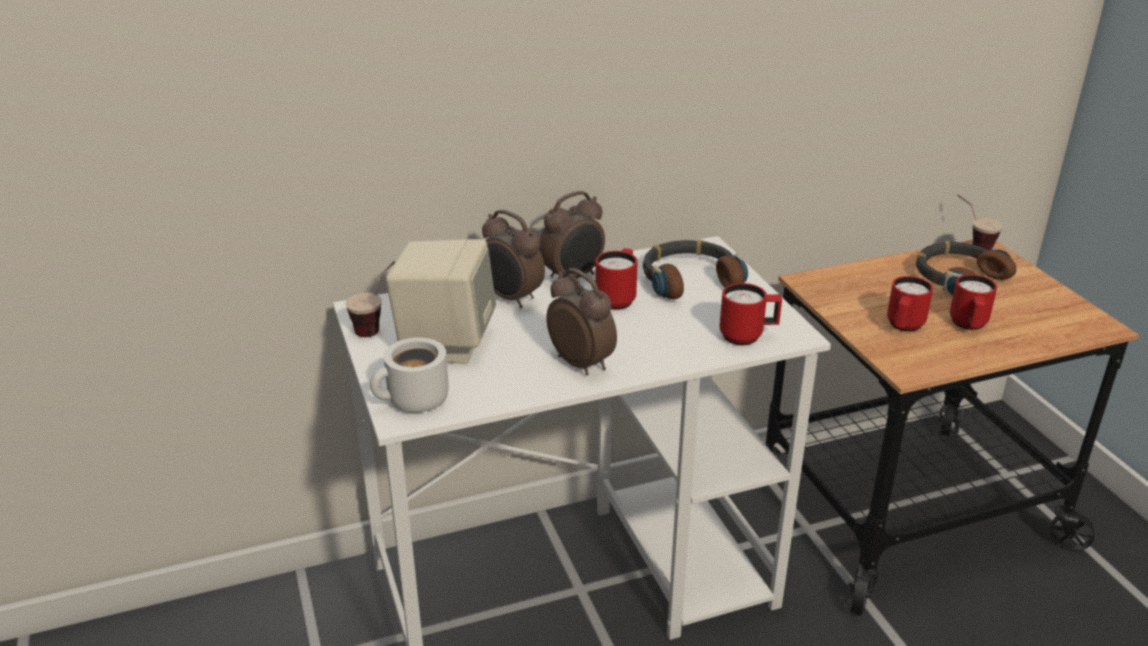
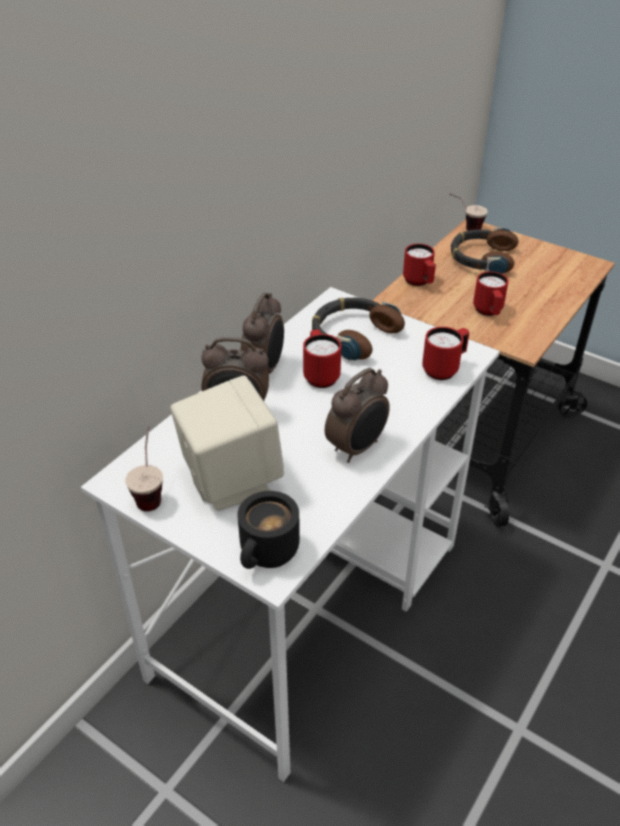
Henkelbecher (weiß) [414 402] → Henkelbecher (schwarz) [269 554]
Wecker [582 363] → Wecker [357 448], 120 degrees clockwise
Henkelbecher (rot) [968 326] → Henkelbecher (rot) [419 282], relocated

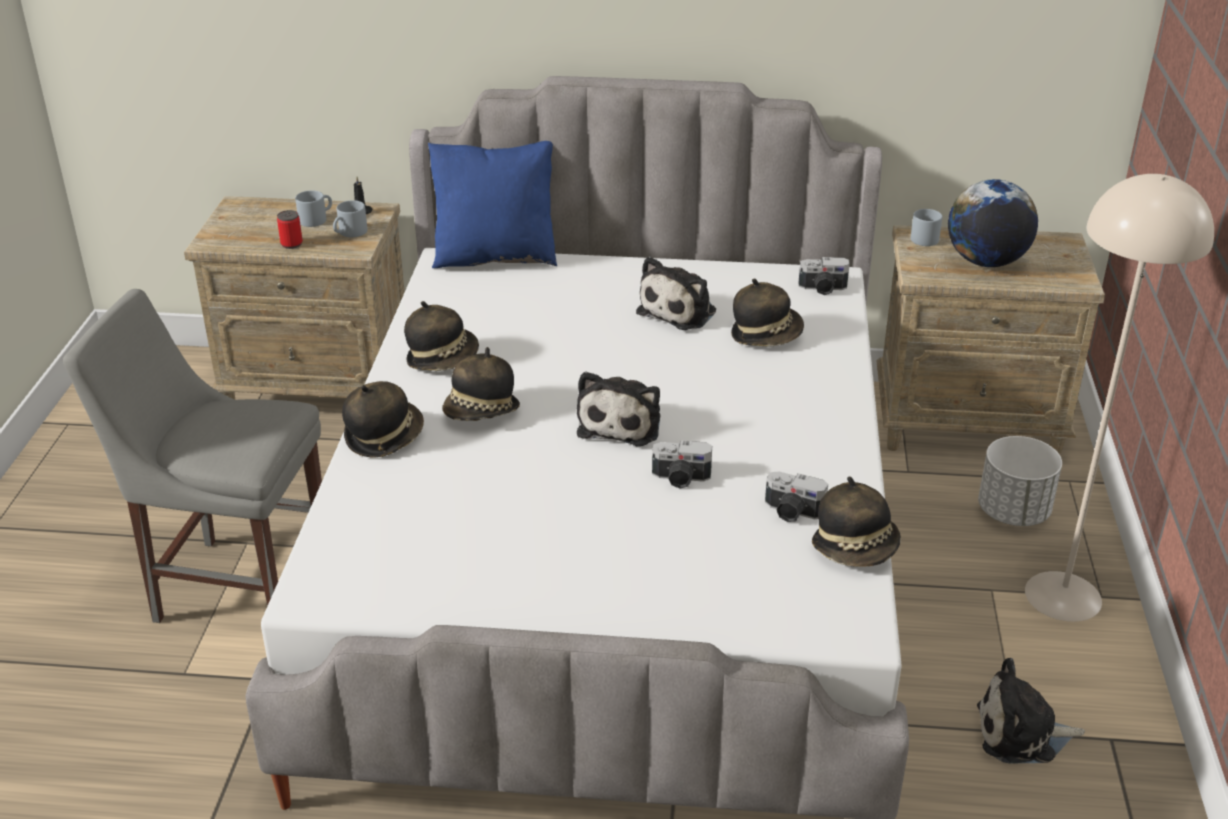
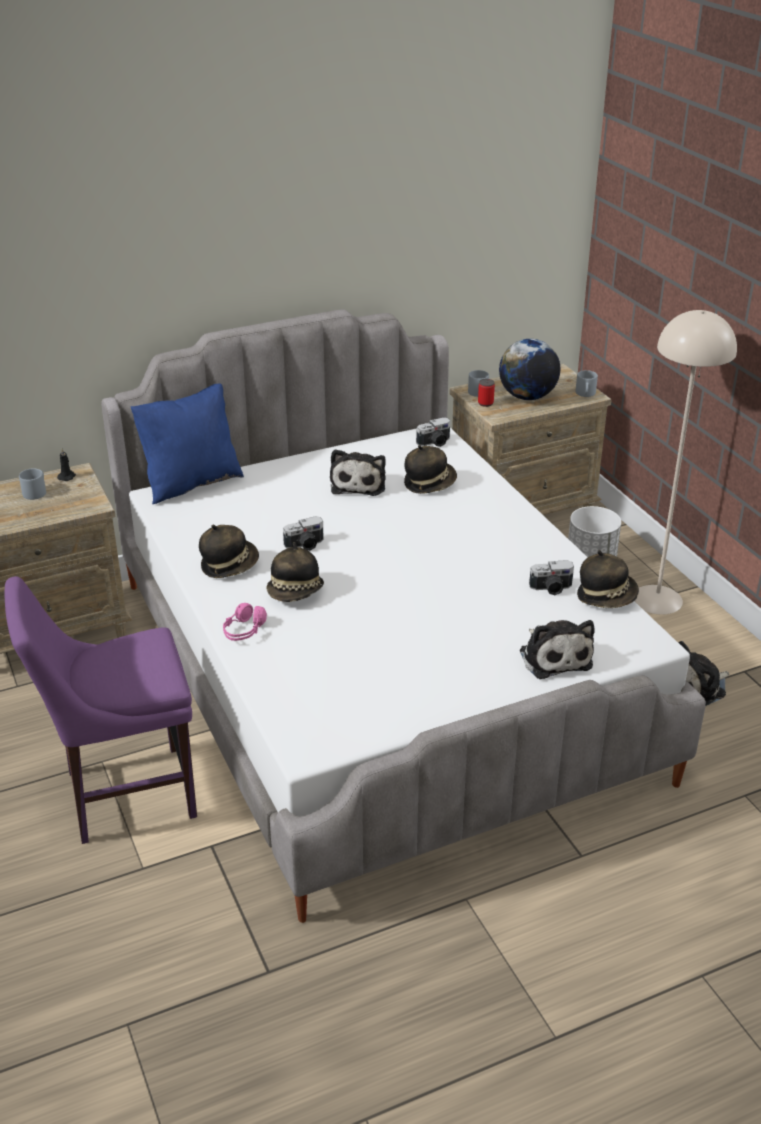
Stuhl (grau) [235 586] → Stuhl (lila) [123 794]
Hut [384 436] → Kopfhörer (rosa) [244 631]
Kamera [680 479] → Kamera [305 545], relocated
Dose [291 244] → Dose [485 403], relocated
Plüschtier [621 423] → Plüschtier [554 657], relocated
Henkelbecher (grau) [350 233] → Henkelbecher (grau) [586 394], relocated

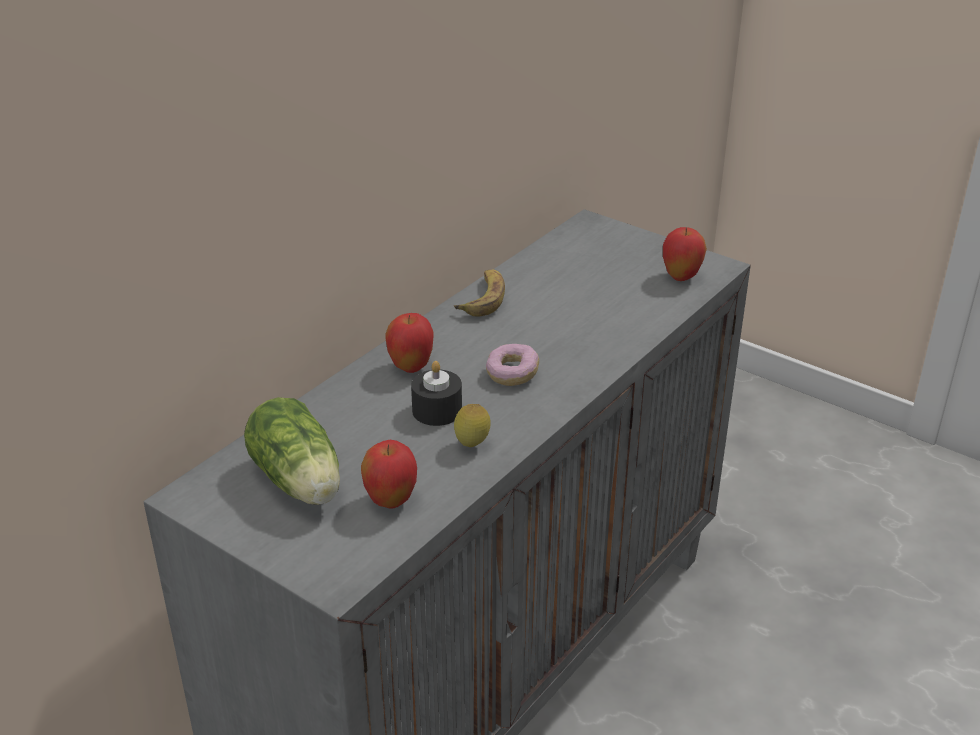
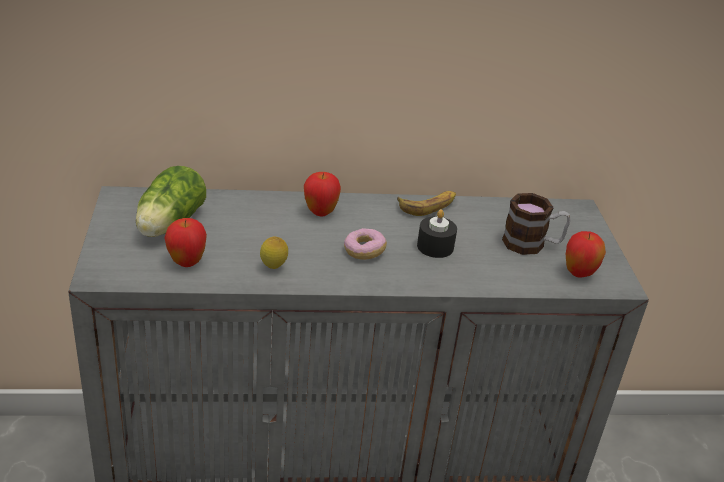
Kerze (schwarz) [437 410] → Kerze (schwarz) [435 247], relocated
- → Henkelbecher [532 244]

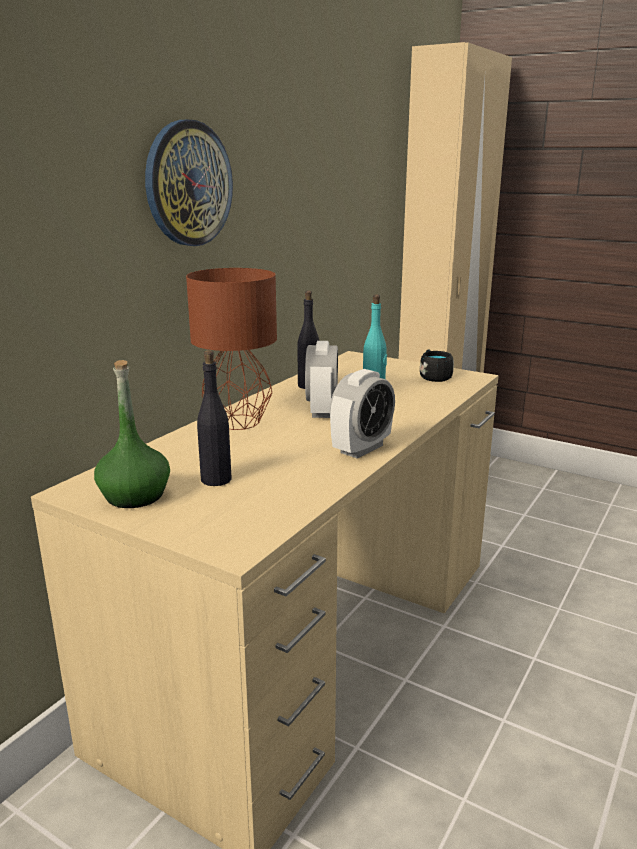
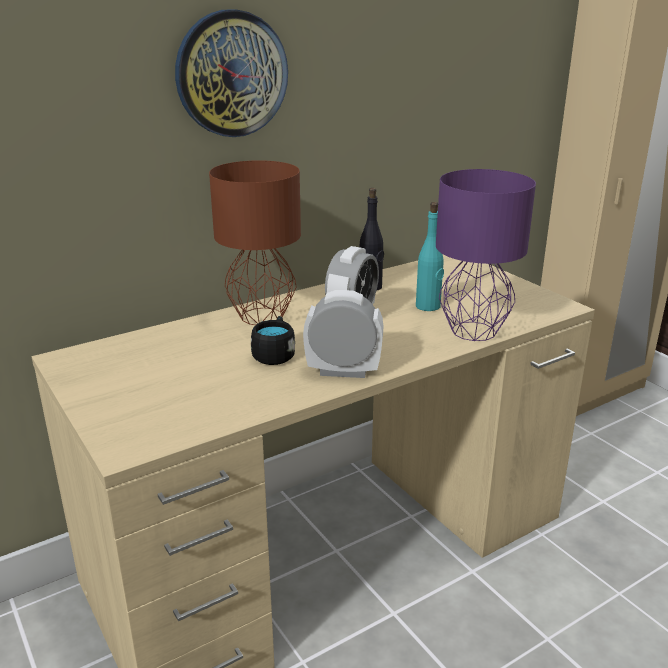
Henkelbecher (schwarz) [433 376] → Henkelbecher (schwarz) [275 354], relocated
Wecker [361 449] → Wecker [343 371], 150 degrees counterclockwise
- → Tischlampe (lila) [474 330]
Flasche (grün) [135 496] → -
Flasche (schwarz) [215 479] → -

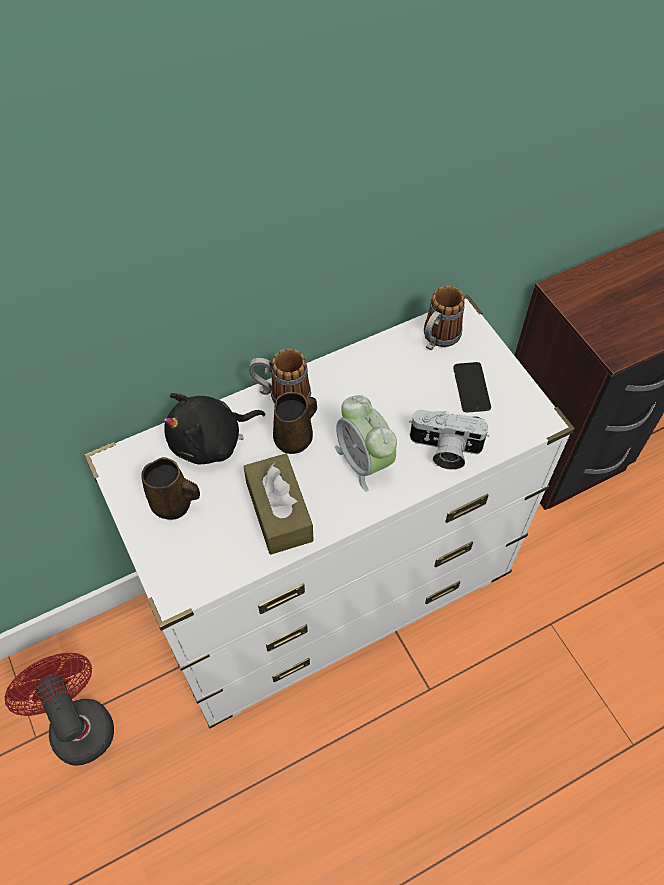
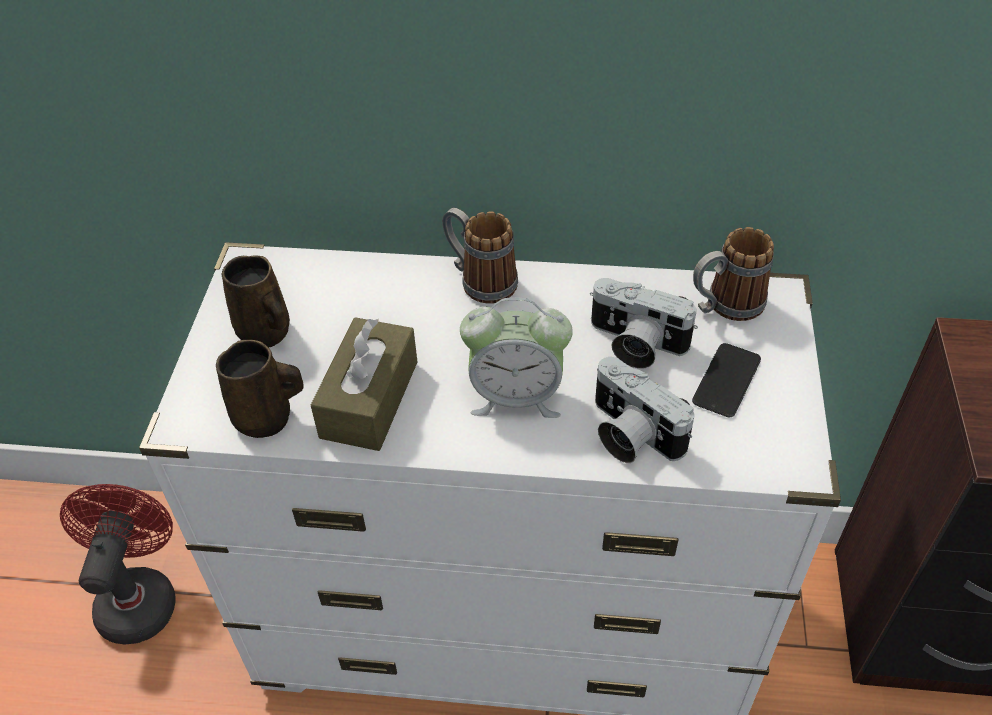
Henkelbecher (braun) [295 438] → Henkelbecher (braun) [267 419], relocated
Wecker [364 461] → Wecker [516 396], 90 degrees counterclockwise
- → Kamera [634 344]
Plüschtier (schwarz) [211 441] → -

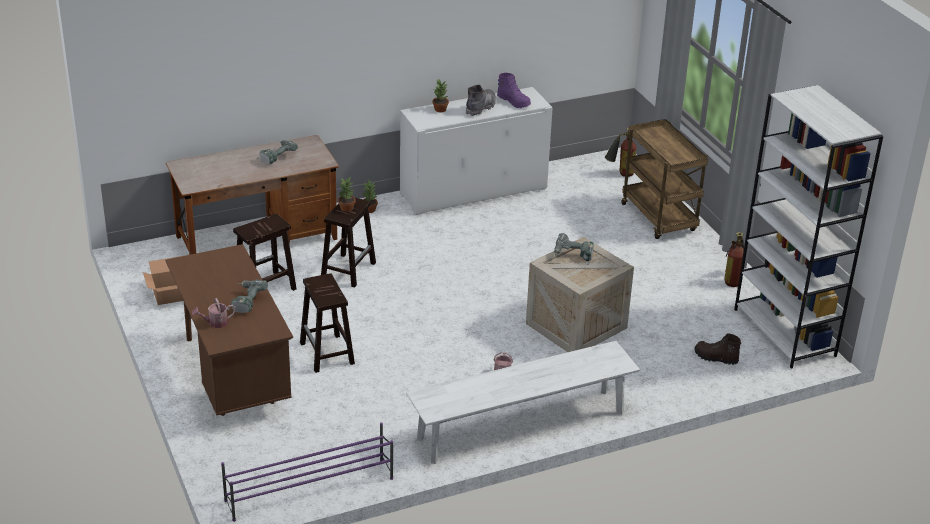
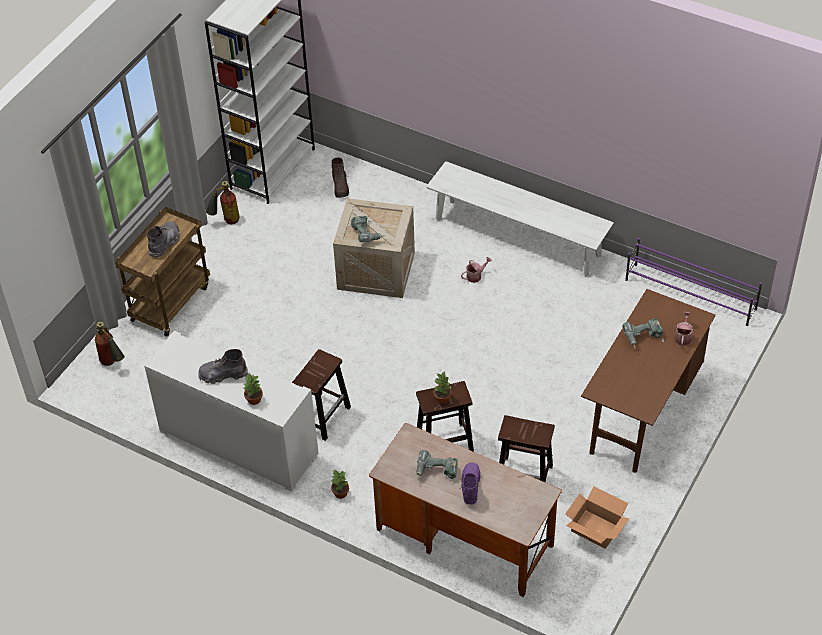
- → Stiefel (grau) [164 243]
Hocker (braun) [327 354] → Hocker (braun) [322 415], relocated
Stiefel (lila) [514 102] → Stiefel (lila) [470 486], relocated
Gießkanne [215 323] → Gießkanne [683 337], 105 degrees counterclockwise

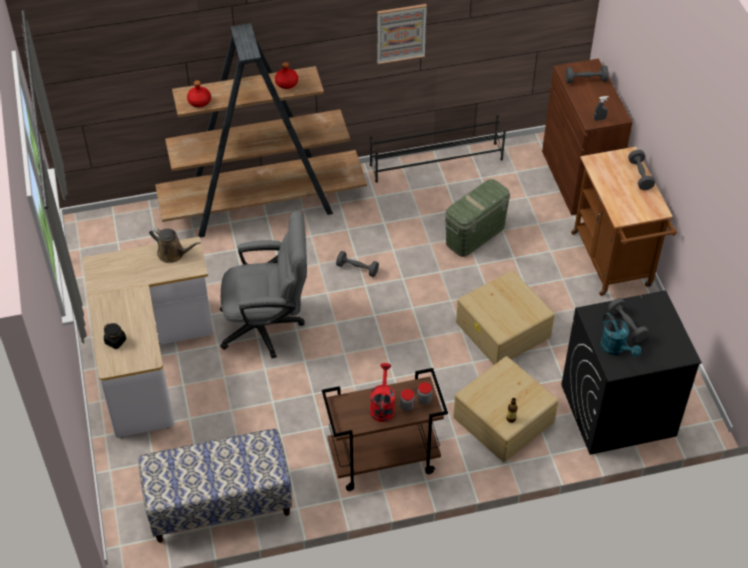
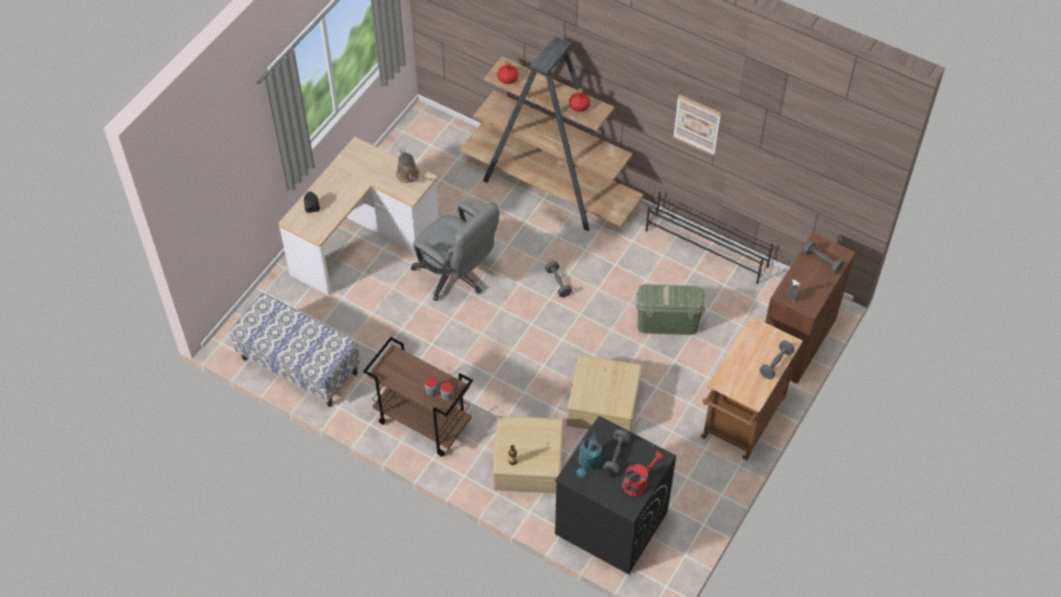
Gießkanne (rot) [382 406] → Gießkanne (rot) [638 482], relocated

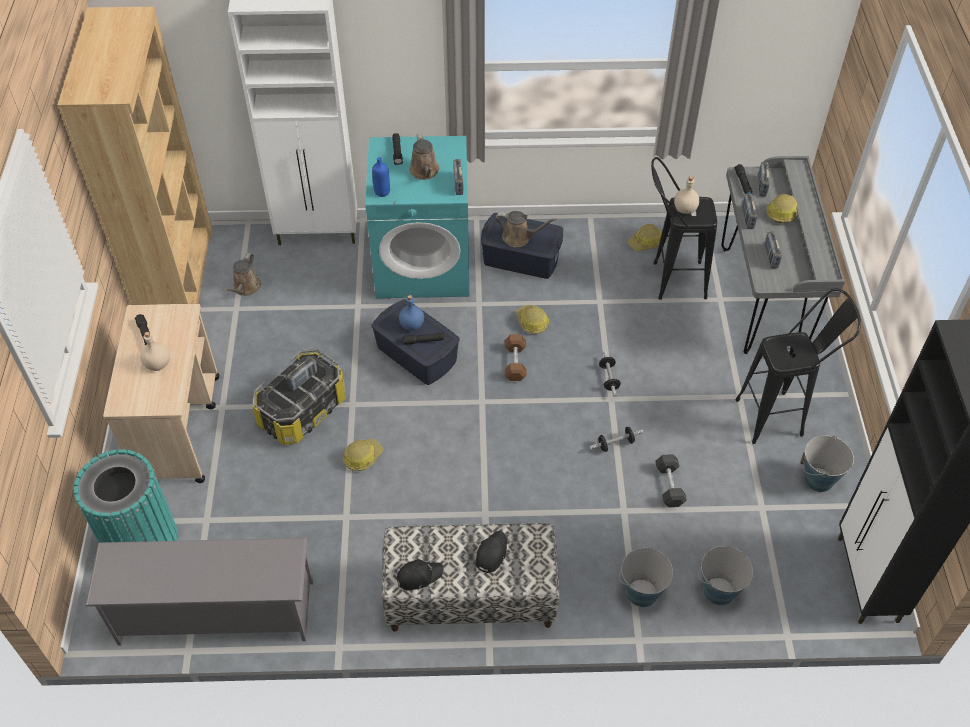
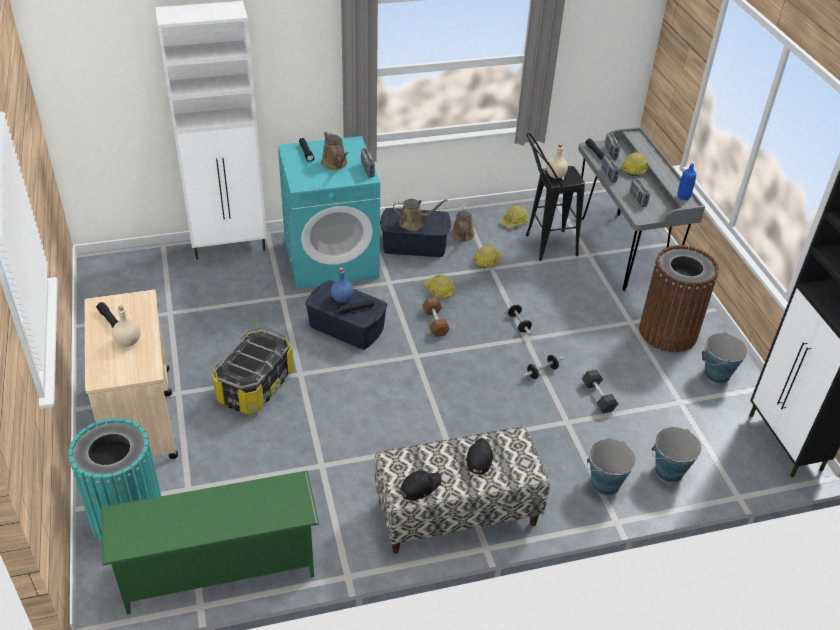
Schuhregal (grau) [215 613] → Schuhregal (grün) [218 568]
Gießkanne (braun) [245 288] → Gießkanne (braun) [463 236], relocated
Schutzhelm [362 457] → Schutzhelm [487 260], relocated
Hocker (schwarz) [780 416] → Mülleimer (braun) [668 332]
Flasche (blau) [382 192] → Flasche (blau) [683 196], relocated
Bücherregal (braun) [177 276] → -
Radio [303 380] → -

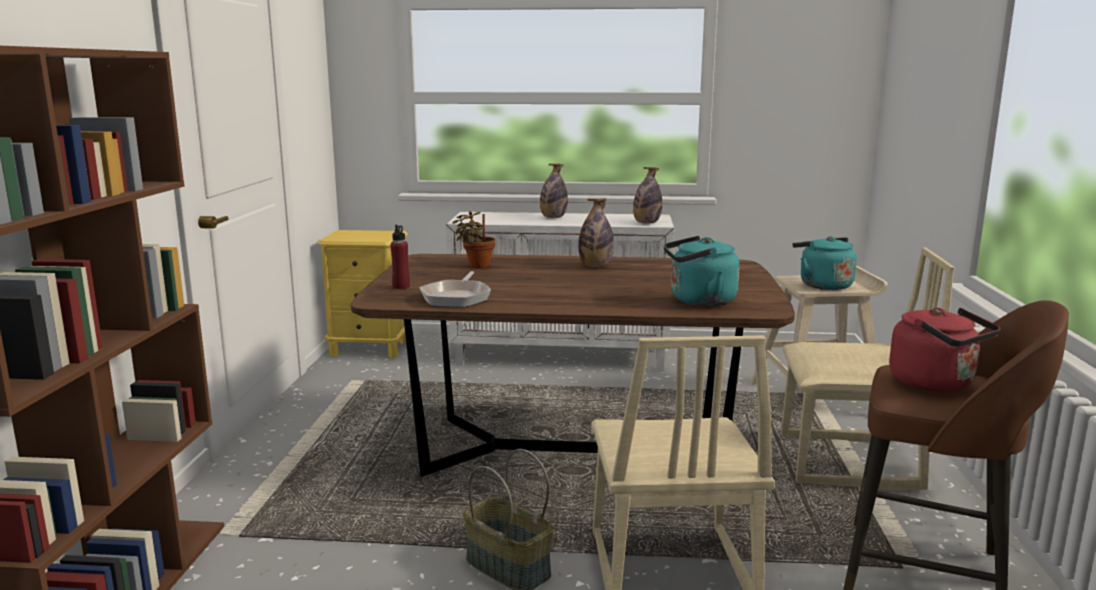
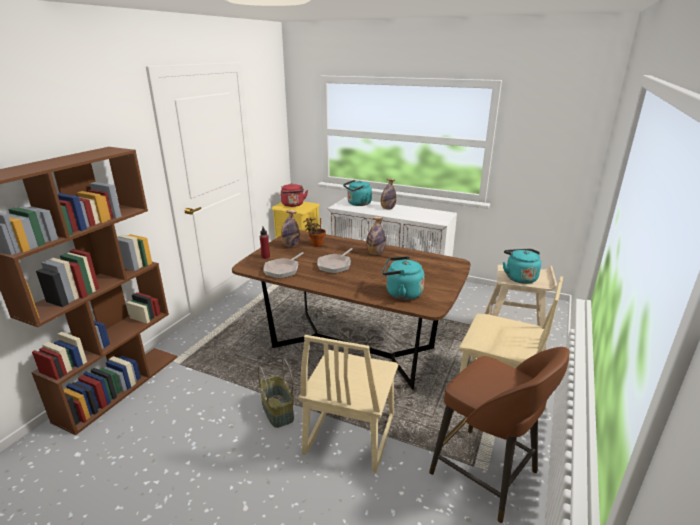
Wasserkessel (rot) [936 384] → Wasserkessel (rot) [293 205], relocated
Flasche [646 223] → Flasche [290 245], relocated
- → Pfanne [335 265]
- → Wasserkessel (türkis) [358 204]

